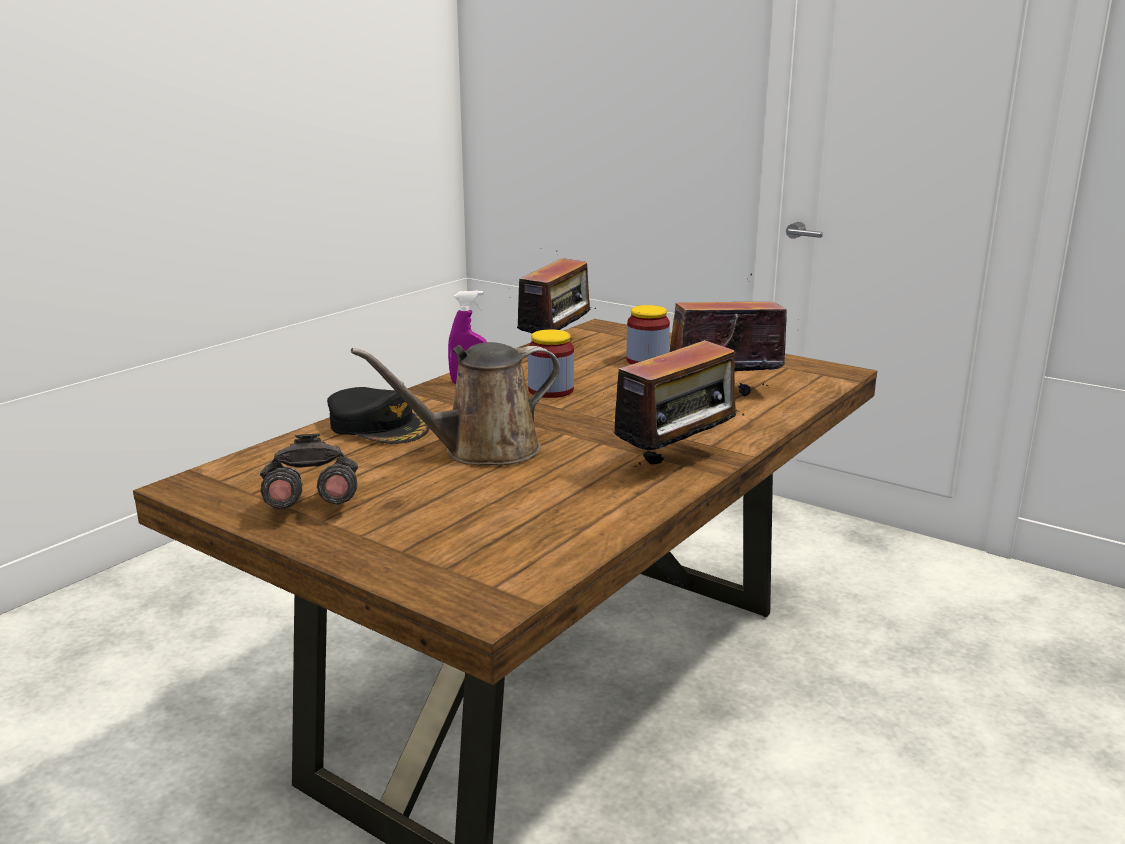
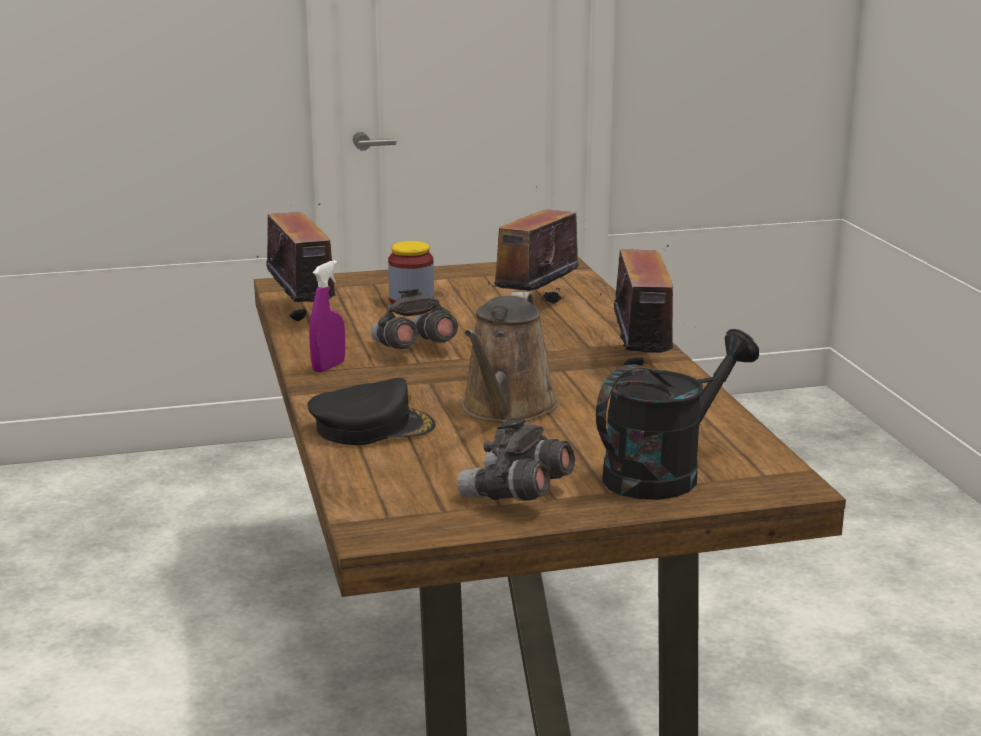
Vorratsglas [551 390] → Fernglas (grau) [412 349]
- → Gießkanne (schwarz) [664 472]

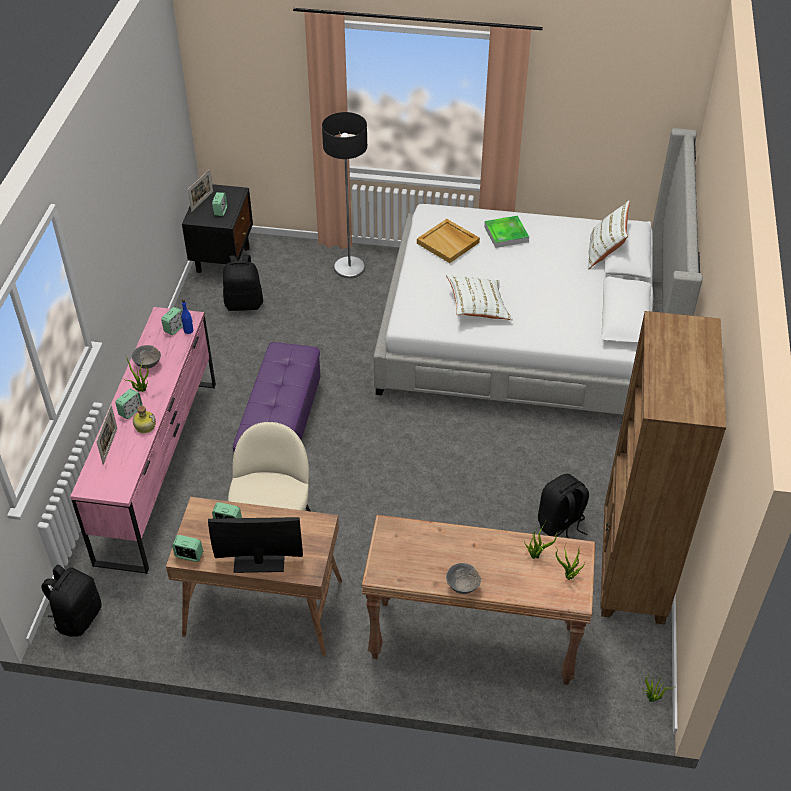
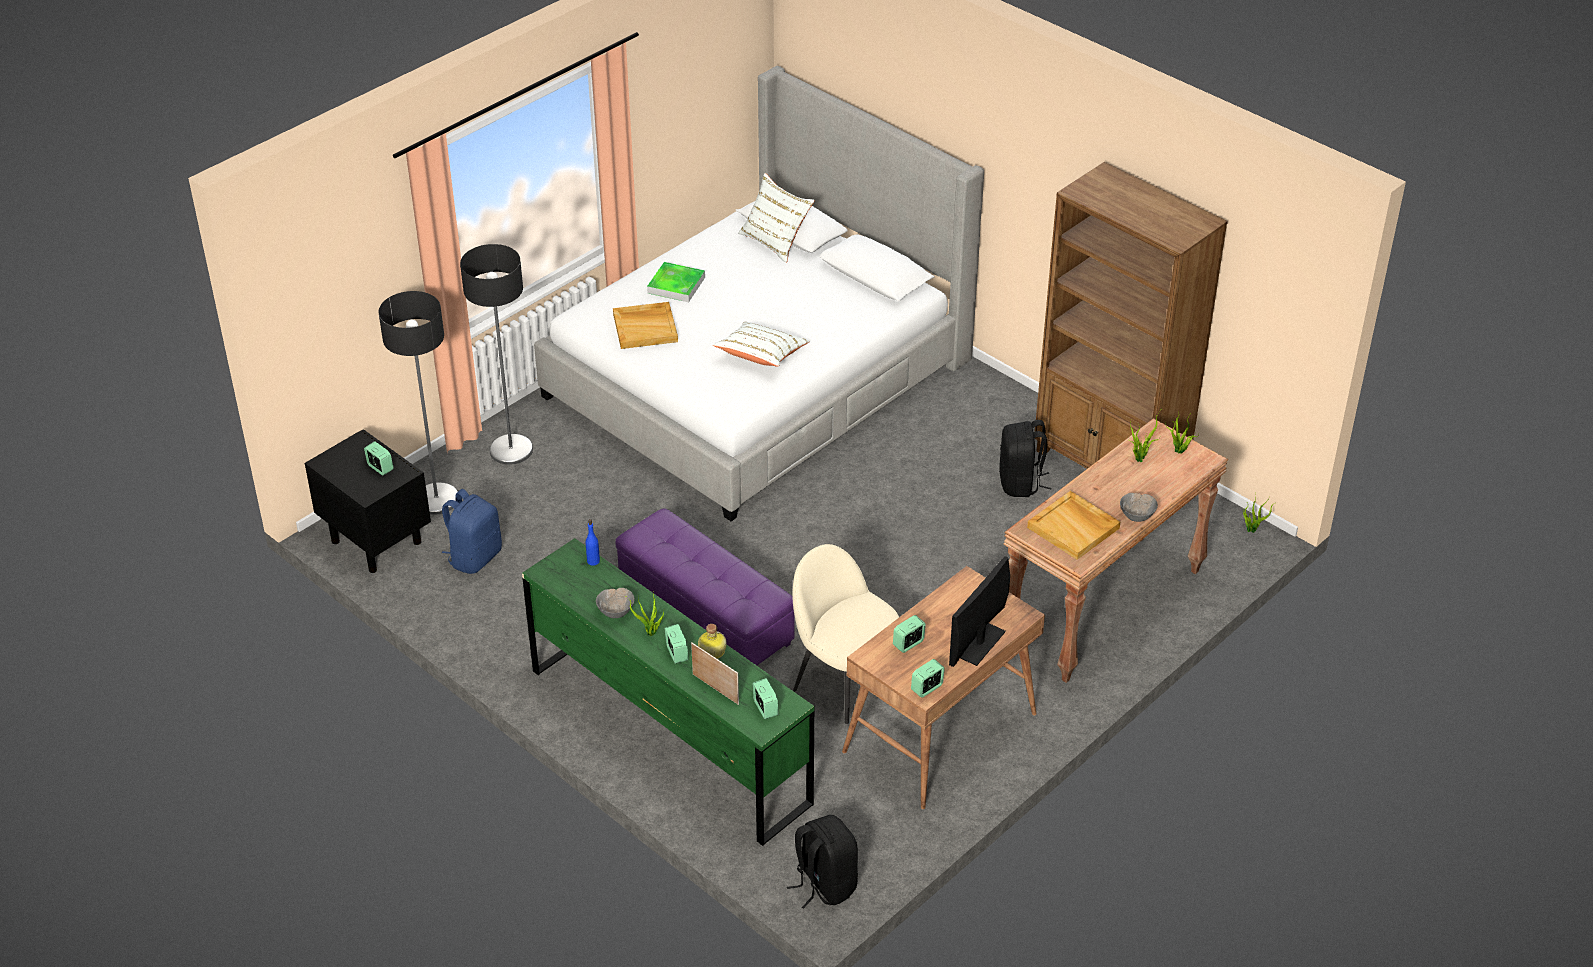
- → Stehlampe [436 499]
Rucksack (schwarz) [244 303] → Rucksack (blau) [474 557]
Kommode (rosa) [159 469] → Kommode (grün) [669 735]
Wecker [174 328] → Wecker [765 708], relocated
- → Tablett (beige) [1074 528]
Bilderrahmen [202 201] → -

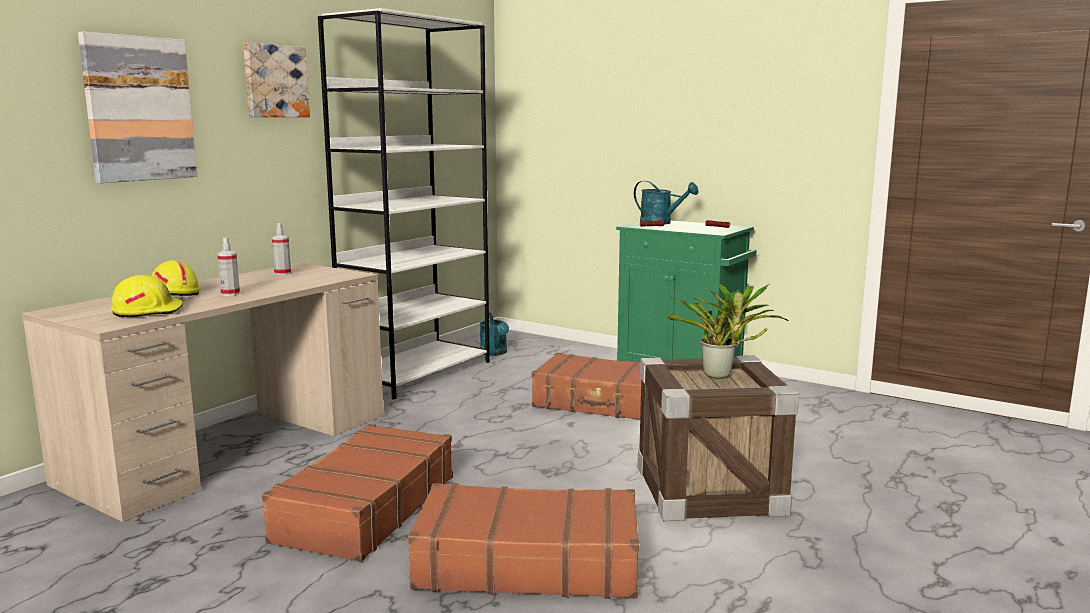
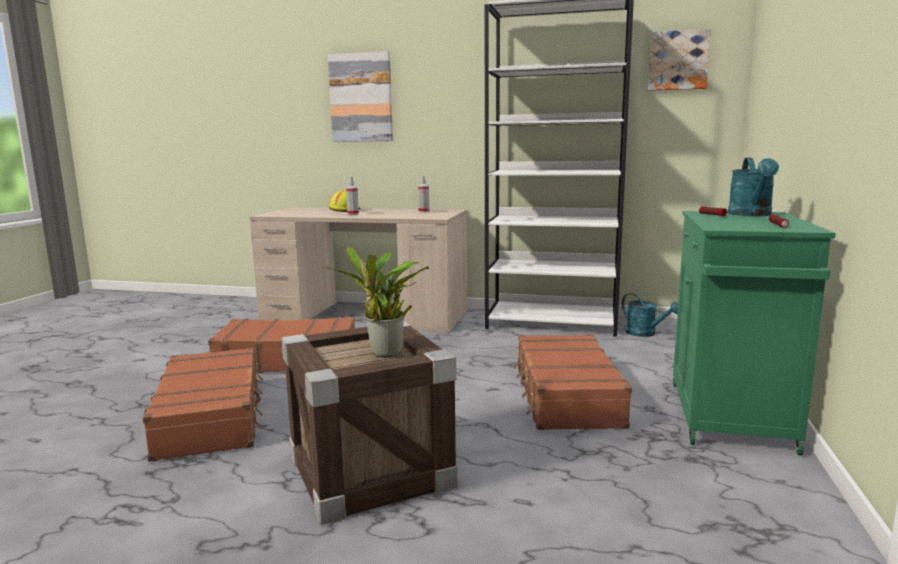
Gießkanne (türkis) [495 353] → Gießkanne (türkis) [645 334], 90 degrees counterclockwise
Bild [275 81] → Bild [678 60], relocated
Schutzhelm (gelb) [148 311] → -

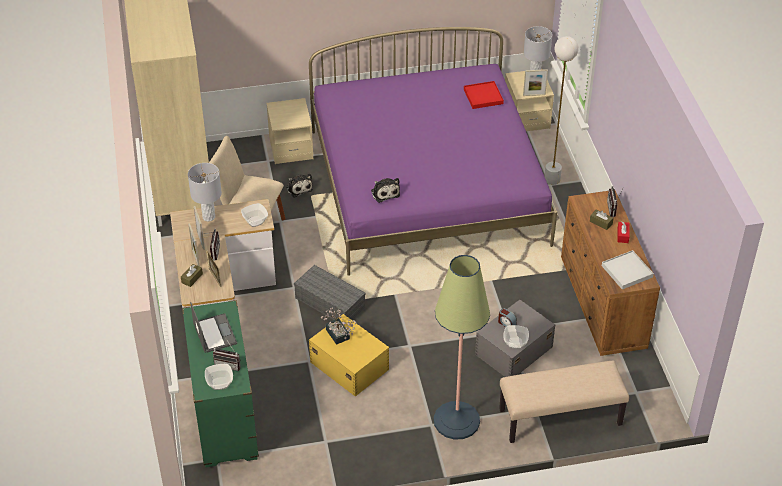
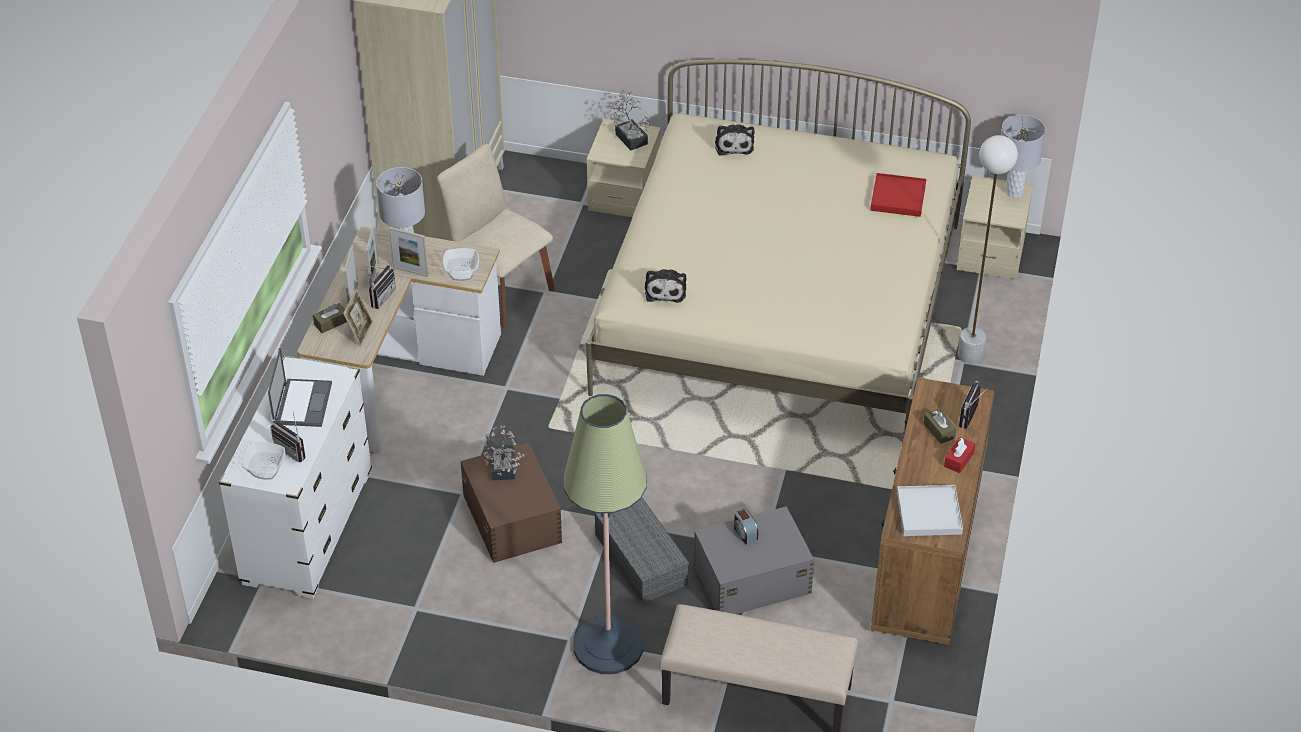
Kommode (grün) [224 417] → Kommode (weiß) [307 528]
Bilderrahmen [534 95] → Bilderrahmen [410 271], relocated
Aufbewahrungsbox (gelb) [349 365] → Aufbewahrungsbox (braun) [512 517]
Bett (lila) [427 186] → Bett (beige) [780 308]
Aufbewahrungsbox (grau) [328 302] → Aufbewahrungsbox (grau) [639 558], relocated
- → Topfpflanze [629 136]
Plüschtier [298 188] → Plüschtier [734 144], relocated
Schüssel [515 343] → -

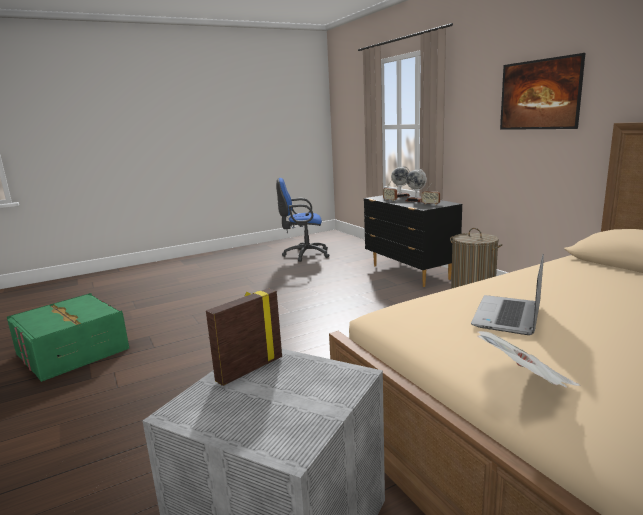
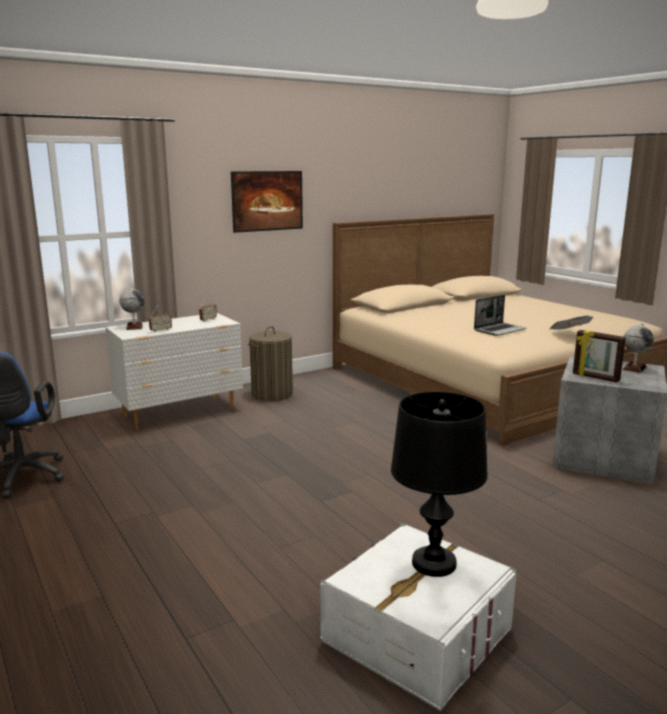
Kommode (schwarz) [410 273] → Kommode (weiß) [180 413]
Aufbewahrungsbox (grün) [73 352] → Aufbewahrungsbox (weiß) [416 635]
- → Tischlampe (schwarz) [434 563]
Laptop [508 317] → Laptop [499 330], 60 degrees counterclockwise
Globus [416 200] → Globus [634 368], relocated

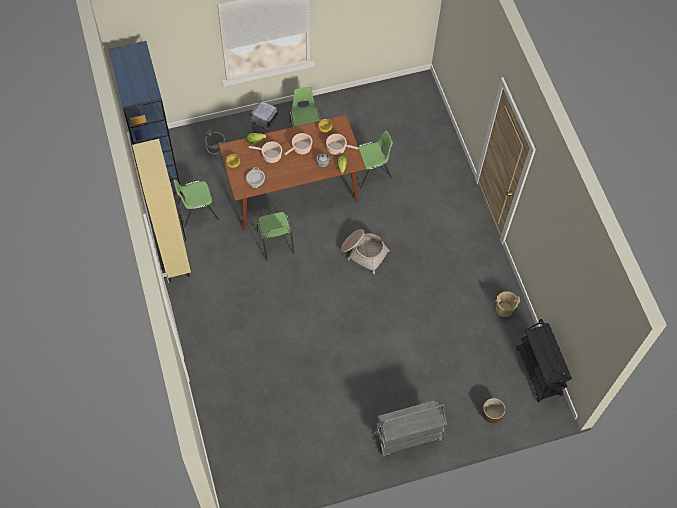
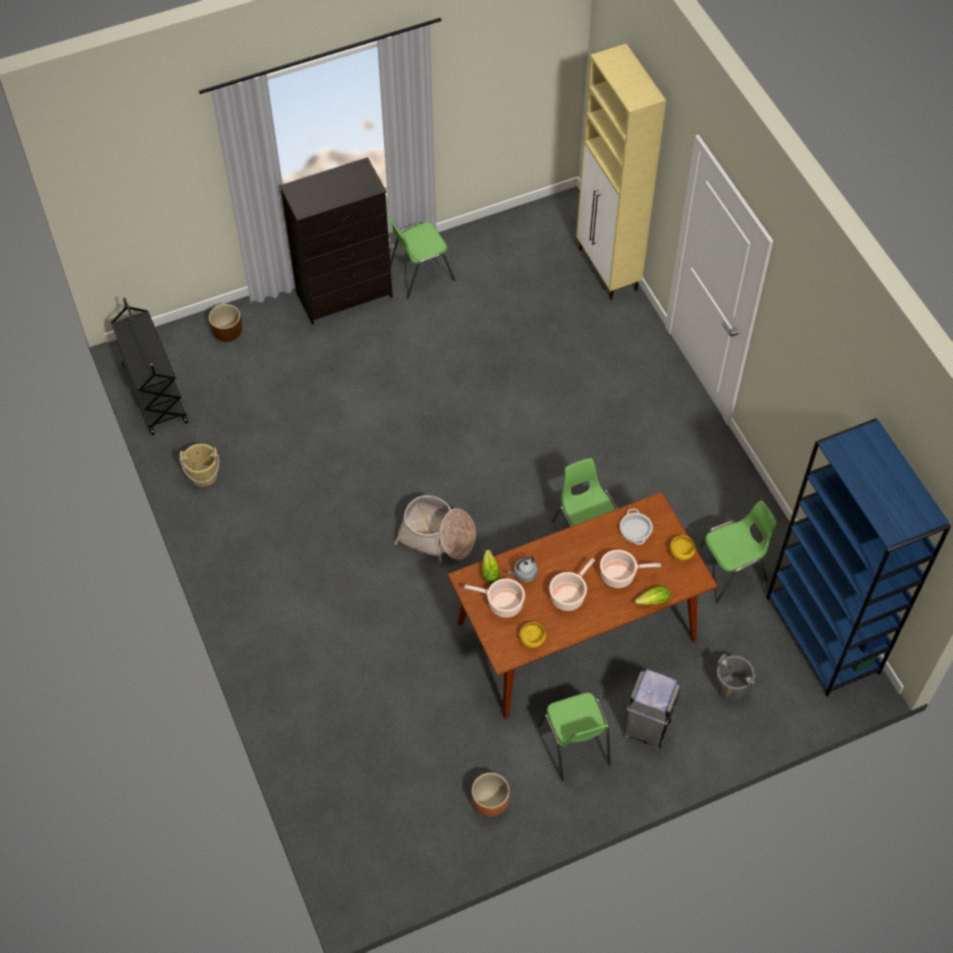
Rollwagen (grau) [408 437] → Kommode (schwarz) [345 295]
Stuhl (grün) [371 171] → Stuhl (grün) [420 274], relocated
- → Pflanzkübel (braun) [489 803]
Schrank (beige) [174 257] → Schrank (beige) [608 270], relocated

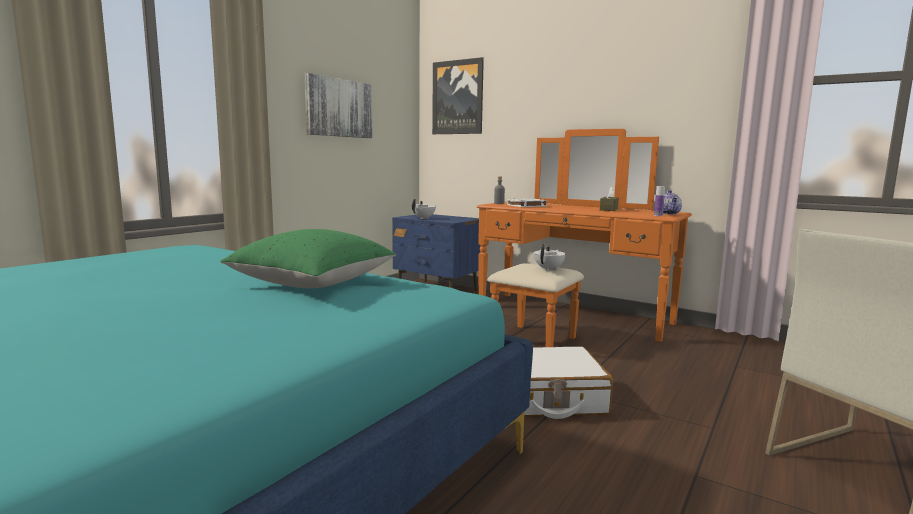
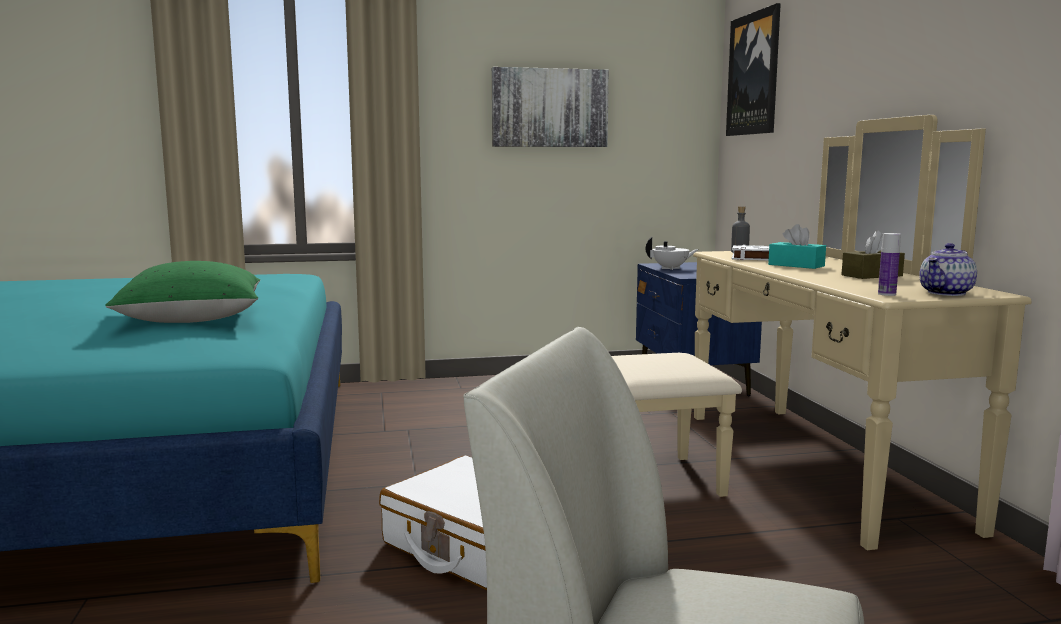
Kommode (orange) [565 320] → Kommode (beige) [780 469]
- → Taschentuchbox (türkis) [796 265]
Teekanne (weiß) [549 269] → -

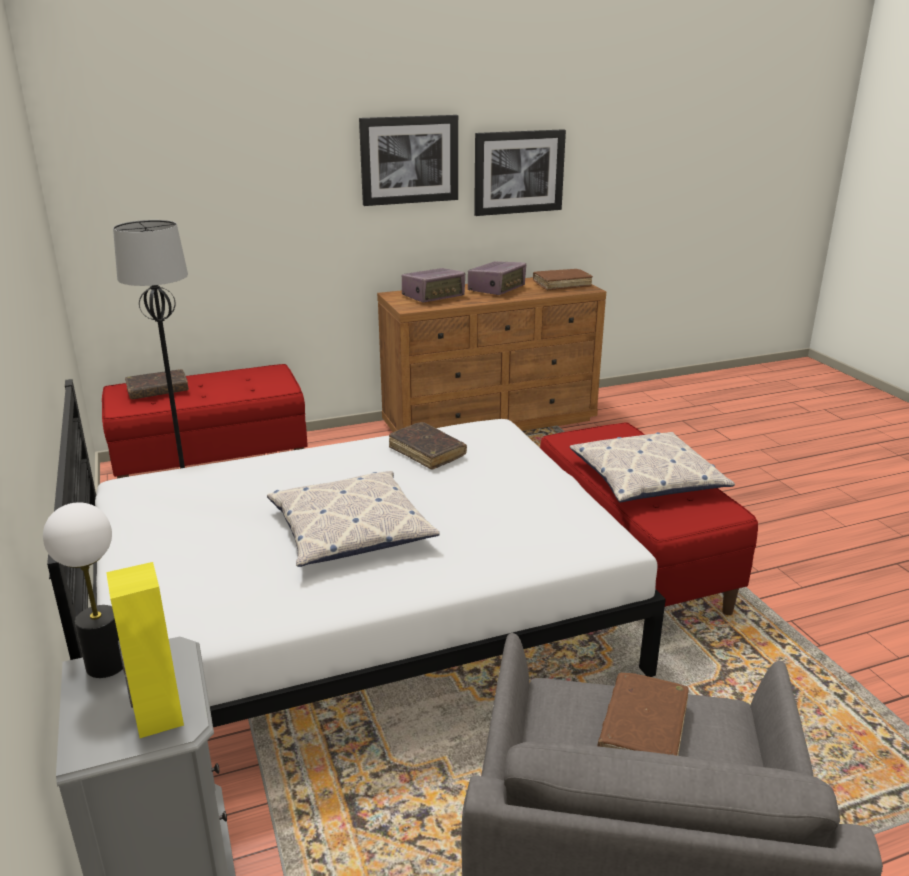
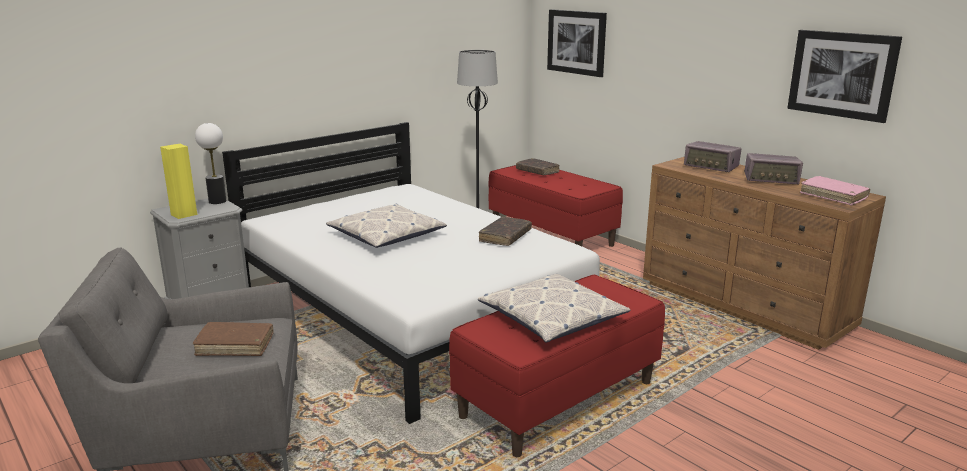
Bild [409 160] → Bild [576 42], relocated
Buch (braun) [561 285] → Buch (rosa) [833 196]

